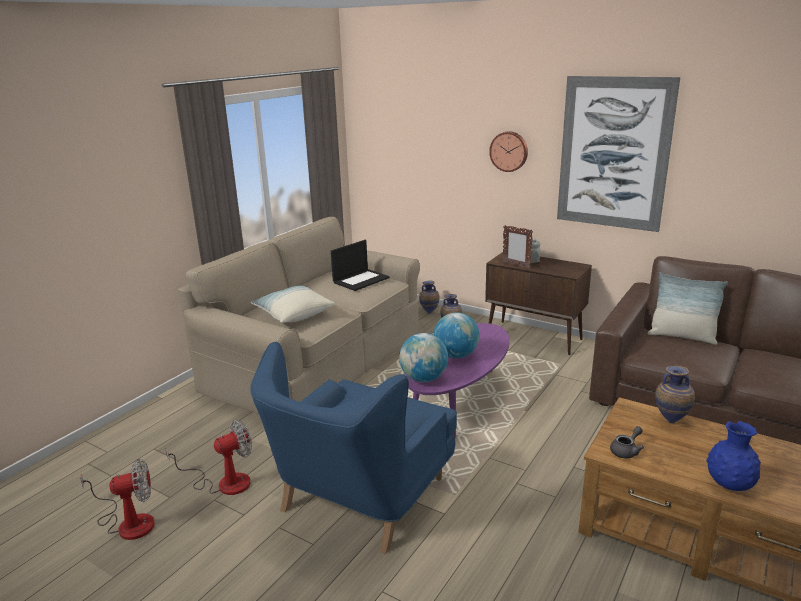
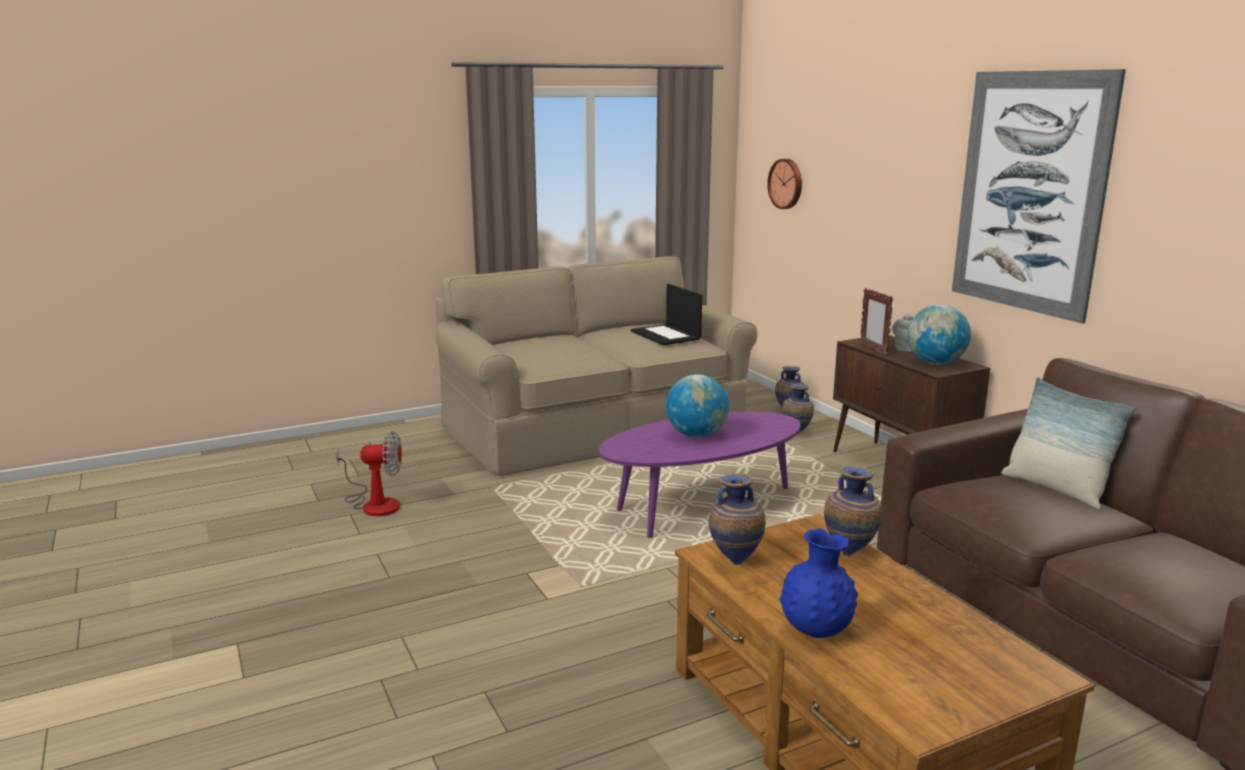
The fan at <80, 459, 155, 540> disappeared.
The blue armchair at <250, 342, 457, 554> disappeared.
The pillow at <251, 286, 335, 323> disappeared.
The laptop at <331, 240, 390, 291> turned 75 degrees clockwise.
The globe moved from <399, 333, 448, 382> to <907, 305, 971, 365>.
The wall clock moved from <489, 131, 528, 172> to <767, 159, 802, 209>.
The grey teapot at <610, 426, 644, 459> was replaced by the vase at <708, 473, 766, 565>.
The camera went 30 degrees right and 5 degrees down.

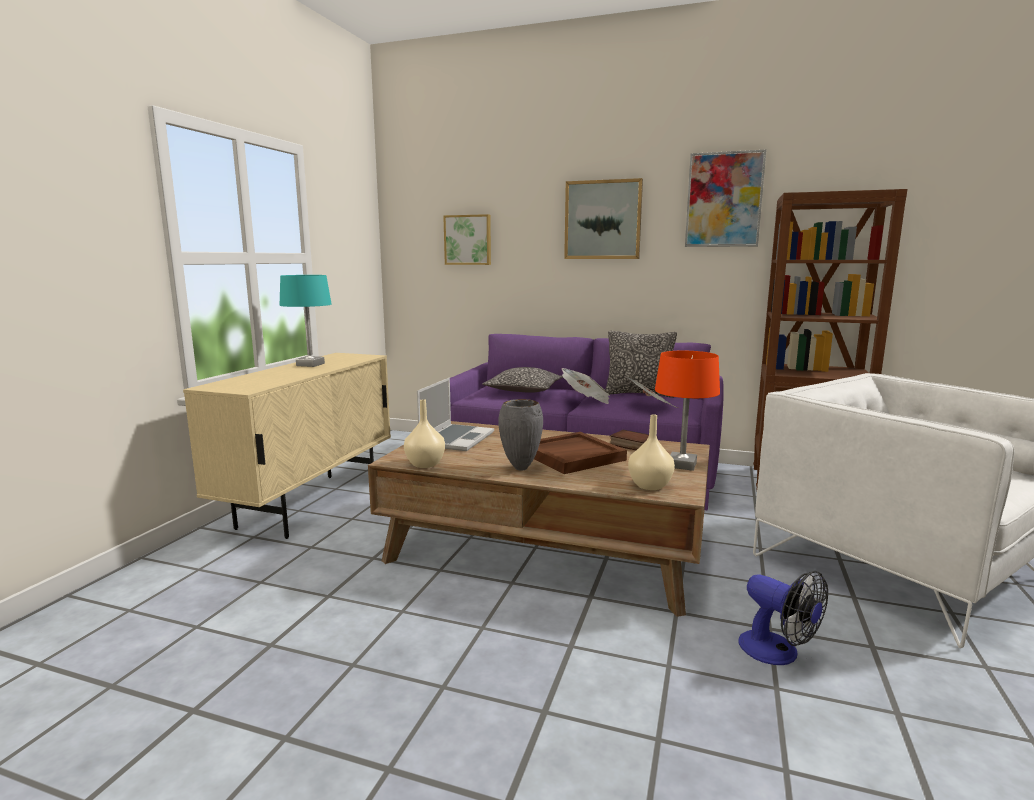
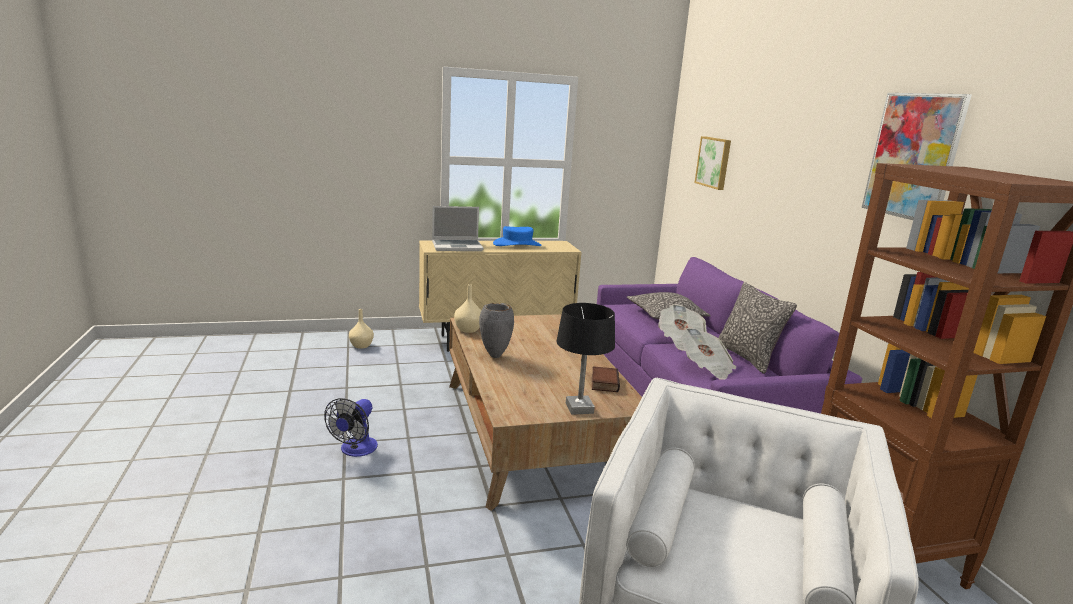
The turquoise table lamp at <280, 275, 332, 367> was replaced by the blue hat at <493, 226, 541, 246>.
The laptop moved from <417, 378, 494, 451> to <432, 206, 483, 251>.
The brown tray at <534, 432, 627, 474> disappeared.
The picture at <564, 178, 643, 259> disappeared.
The beige vase moved from <628, 414, 675, 490> to <349, 309, 374, 349>.
The orange table lamp at <655, 351, 720, 471> became the black table lamp at <556, 303, 615, 415>.
The fan moved from <738, 571, 828, 665> to <324, 398, 378, 457>.
The camera went 55 degrees right and 5 degrees up.

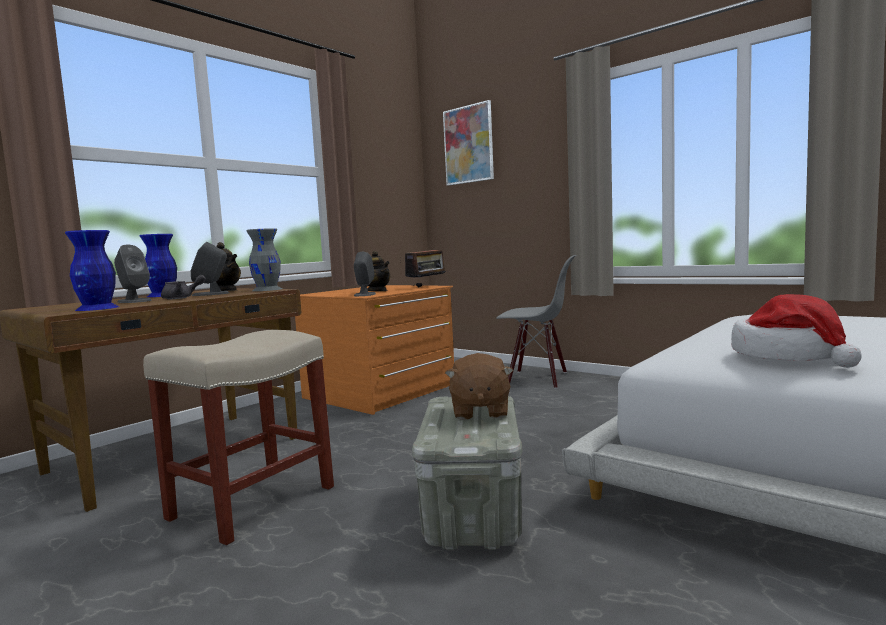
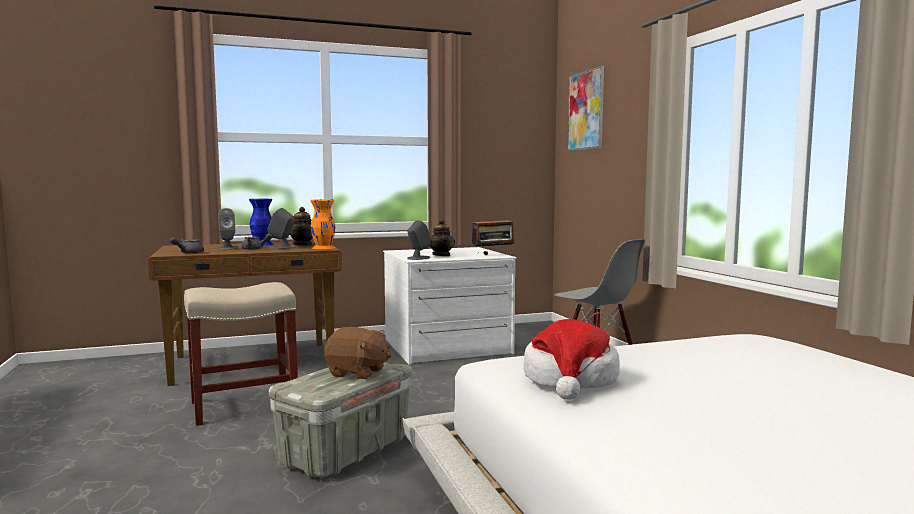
The blue vase at <65, 230, 119, 311> was replaced by the grey teapot at <170, 237, 204, 254>.
The grey vase at <247, 228, 282, 291> became the orange vase at <310, 200, 335, 249>.
The orange dresser at <295, 285, 454, 415> became the white dresser at <383, 247, 517, 364>.
The brown plush toy at <445, 353, 514, 420> turned 105 degrees counterclockwise.
The camera went 30 degrees right and 0 degrees up.

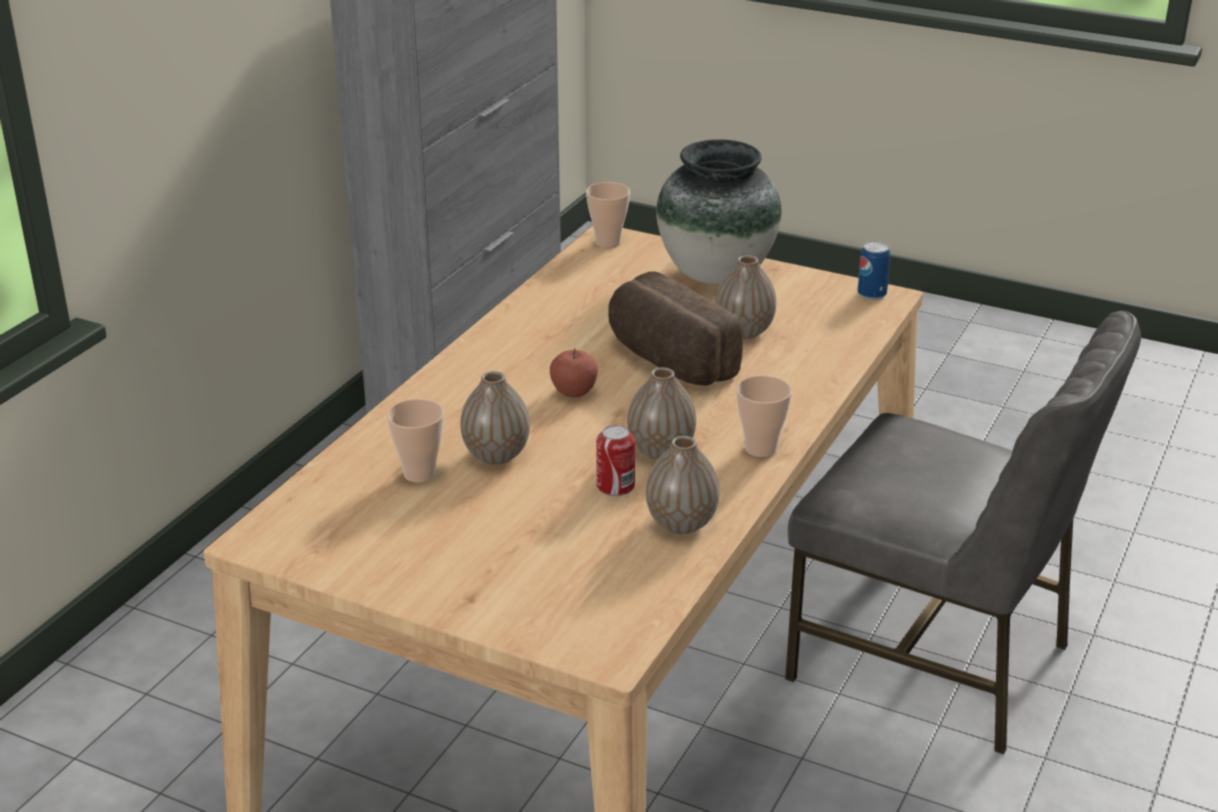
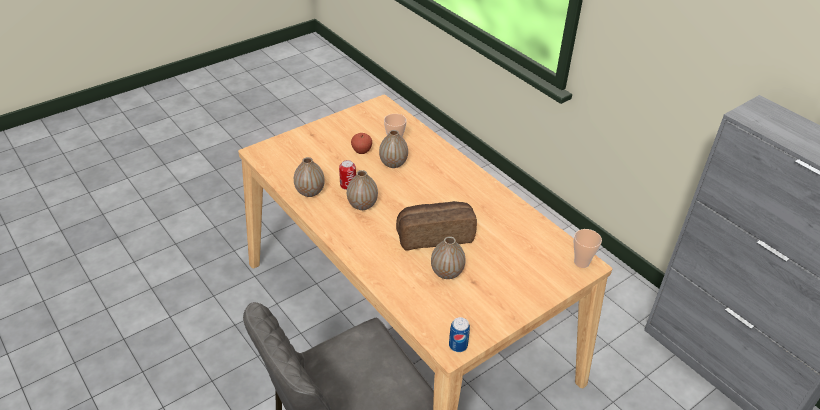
The apple moved from <550, 348, 598, 398> to <351, 133, 372, 154>.
The vase at <656, 139, 782, 285> disappeared.
The cup at <736, 375, 792, 457> disappeared.
The camera went 115 degrees right and 10 degrees up.

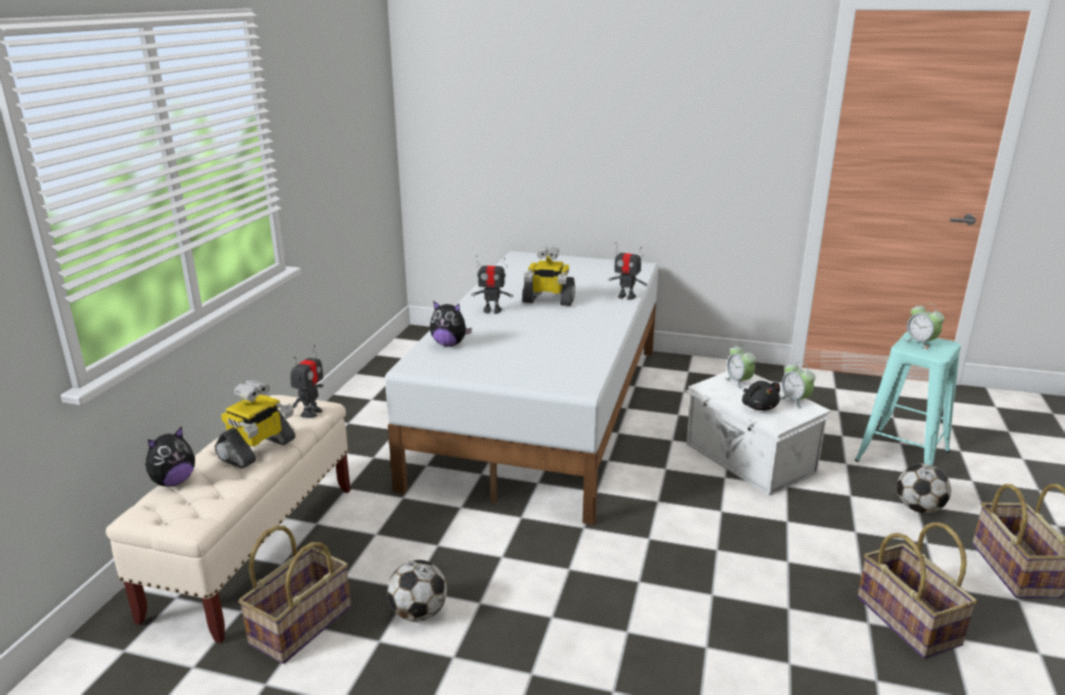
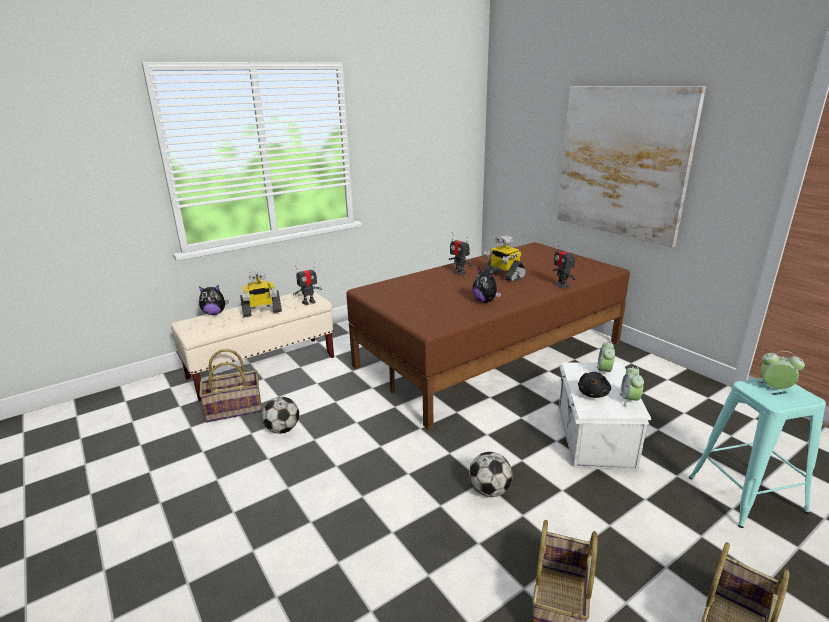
The white bed at <385, 251, 658, 525> became the brown bed at <346, 242, 630, 430>.
The plush toy moved from <430, 301, 472, 347> to <472, 268, 501, 303>.
The football moved from <897, 464, 951, 513> to <469, 452, 512, 497>.
The alarm clock at <904, 303, 945, 350> turned 105 degrees clockwise.
The picture at <557, 86, 706, 247> appeared.
The camera went 40 degrees right and 0 degrees up.

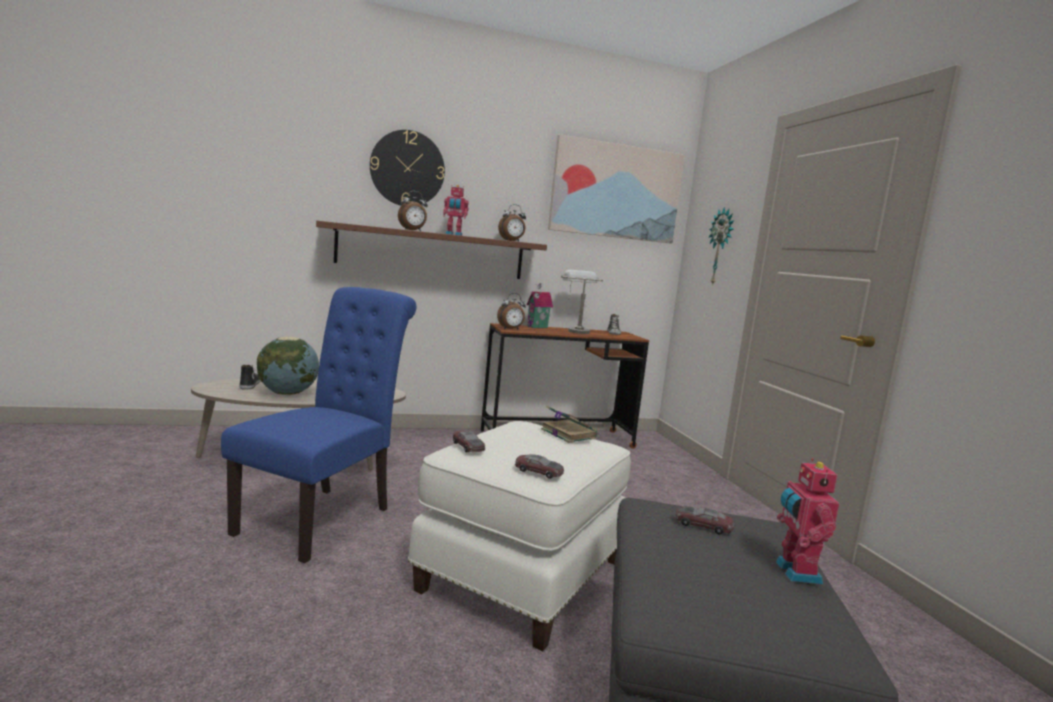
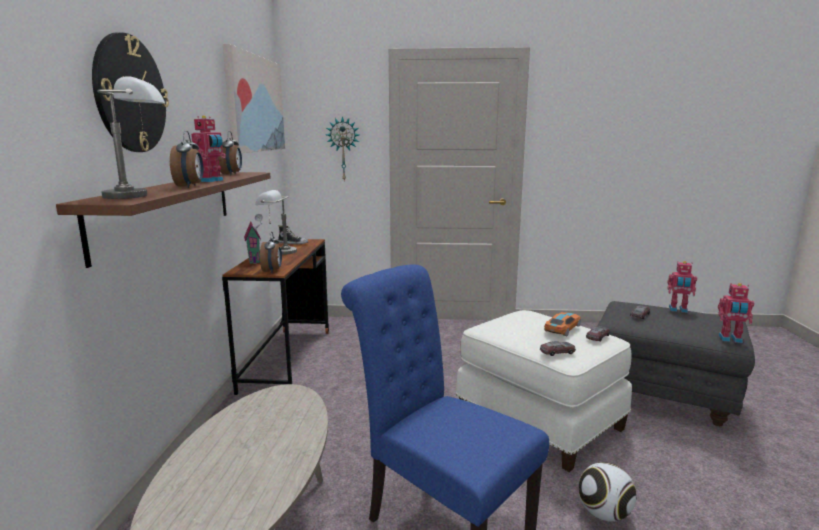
The shoe at <239, 365, 261, 390> disappeared.
The globe at <257, 337, 319, 395> disappeared.
The book at <541, 406, 597, 443> disappeared.
The grey table lamp at <97, 76, 165, 199> appeared.
The toy car at <544, 312, 581, 336> appeared.
The football at <578, 462, 636, 522> appeared.
The toy robot at <718, 283, 754, 343> appeared.
The camera went 70 degrees left and 5 degrees up.

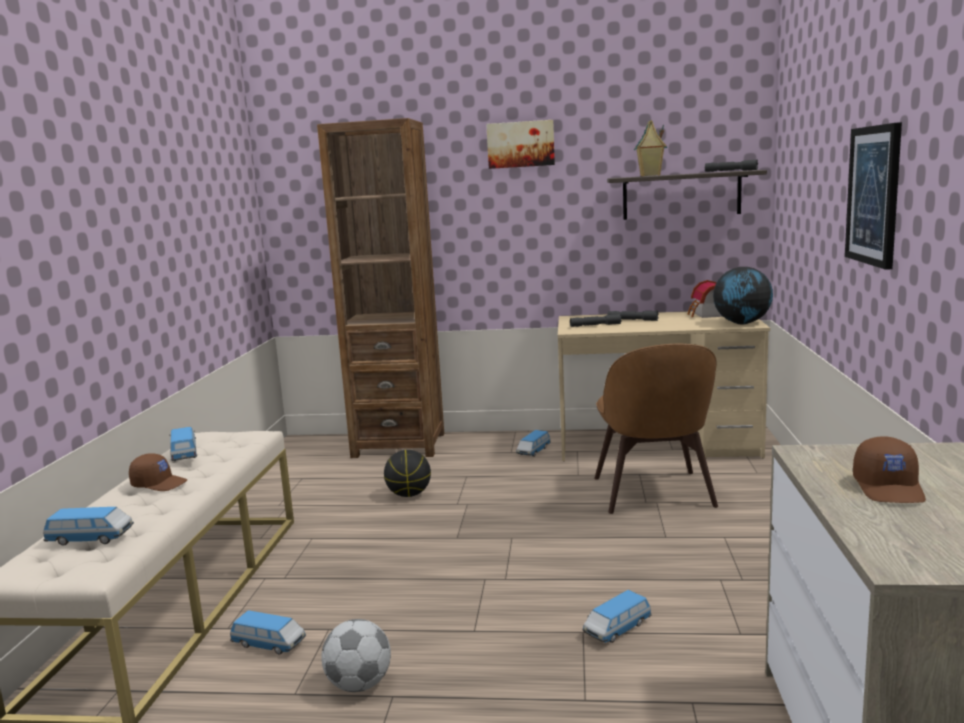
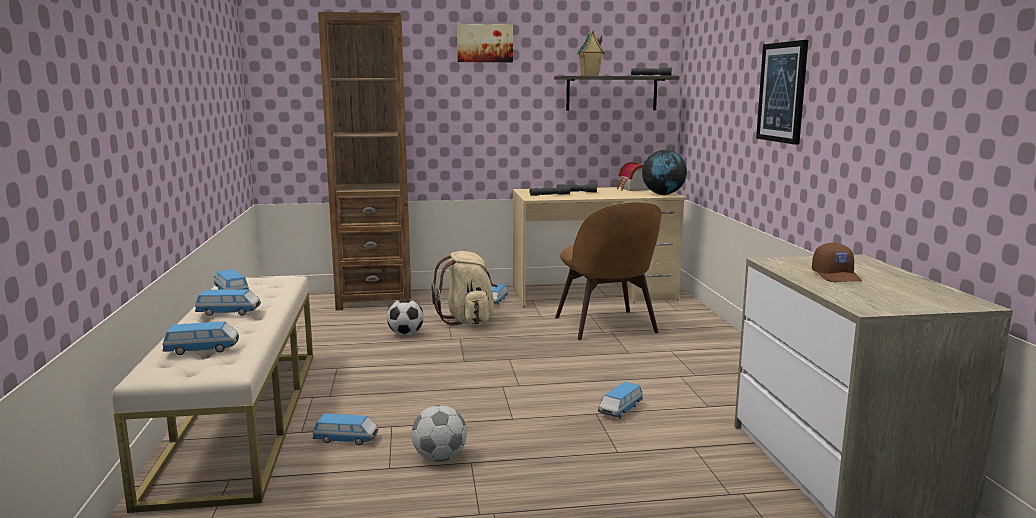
The brown cap at <129, 453, 187, 491> was replaced by the toy car at <195, 289, 261, 316>.
The basketball at <384, 450, 431, 497> was replaced by the football at <387, 299, 424, 335>.
The beige backpack at <431, 251, 498, 326> appeared.
The camera went 15 degrees left and 0 degrees up.

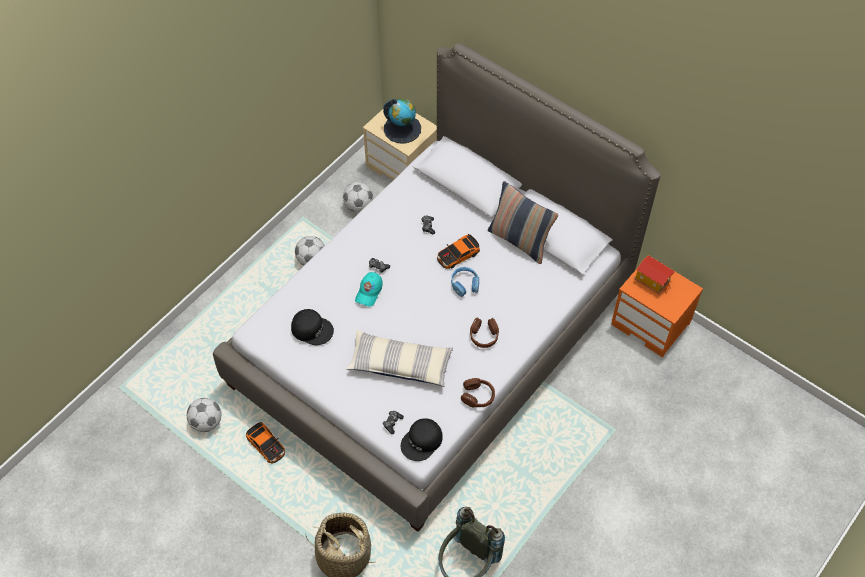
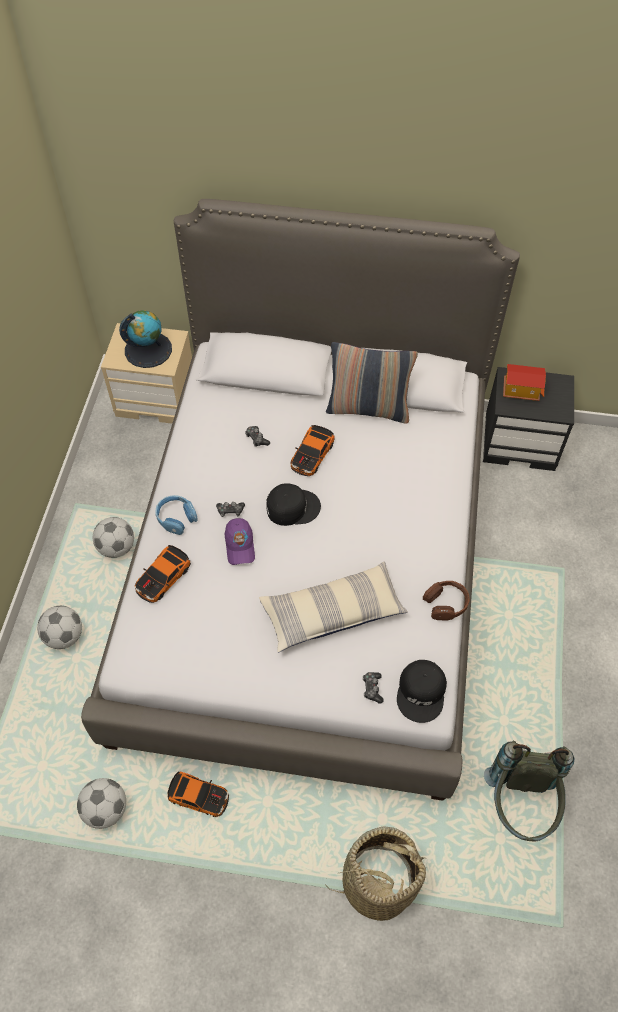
The black cap moved from <291, 309, 334, 345> to <266, 483, 321, 526>.
The football moved from <343, 182, 373, 212> to <37, 606, 82, 649>.
The turquoise cap at <355, 272, 383, 307> became the purple cap at <225, 518, 255, 565>.
The blue headphones moved from <451, 267, 479, 297> to <155, 495, 198, 535>.
The brown headphones at <470, 317, 499, 348> disappeared.
The orange nightstand at <611, 256, 703, 357> became the black nightstand at <483, 367, 574, 471>.
The toy car at <135, 545, 191, 603> appeared.
The camera went 30 degrees left and 0 degrees up.

